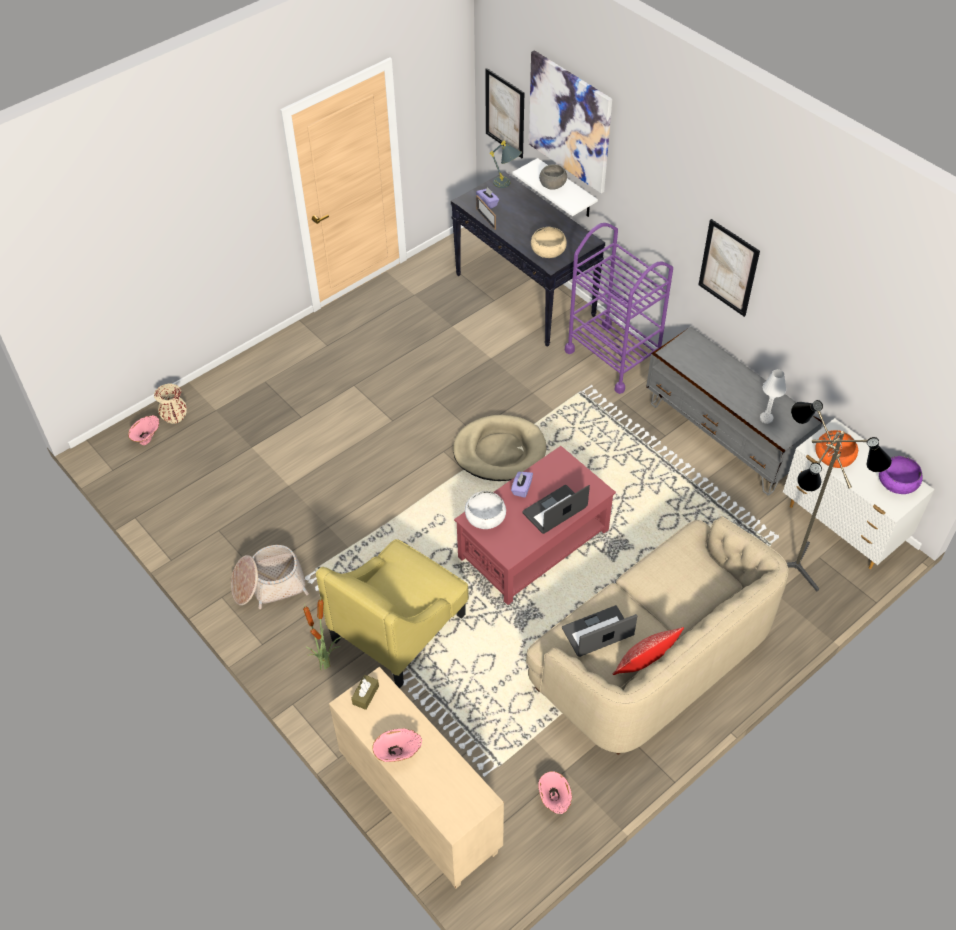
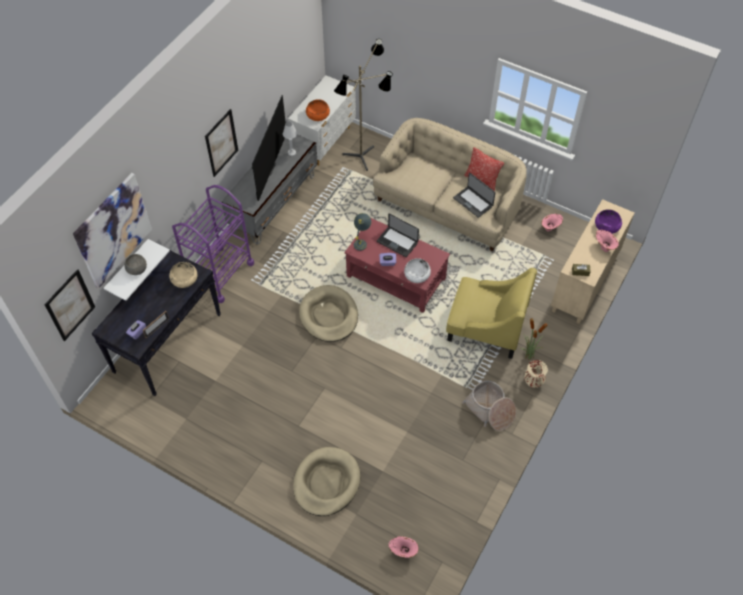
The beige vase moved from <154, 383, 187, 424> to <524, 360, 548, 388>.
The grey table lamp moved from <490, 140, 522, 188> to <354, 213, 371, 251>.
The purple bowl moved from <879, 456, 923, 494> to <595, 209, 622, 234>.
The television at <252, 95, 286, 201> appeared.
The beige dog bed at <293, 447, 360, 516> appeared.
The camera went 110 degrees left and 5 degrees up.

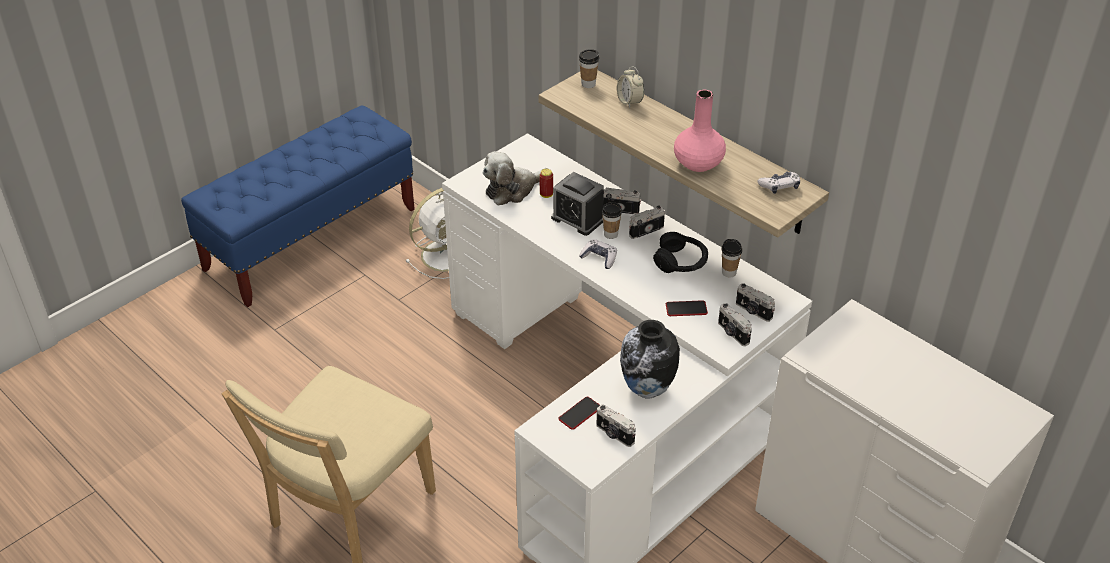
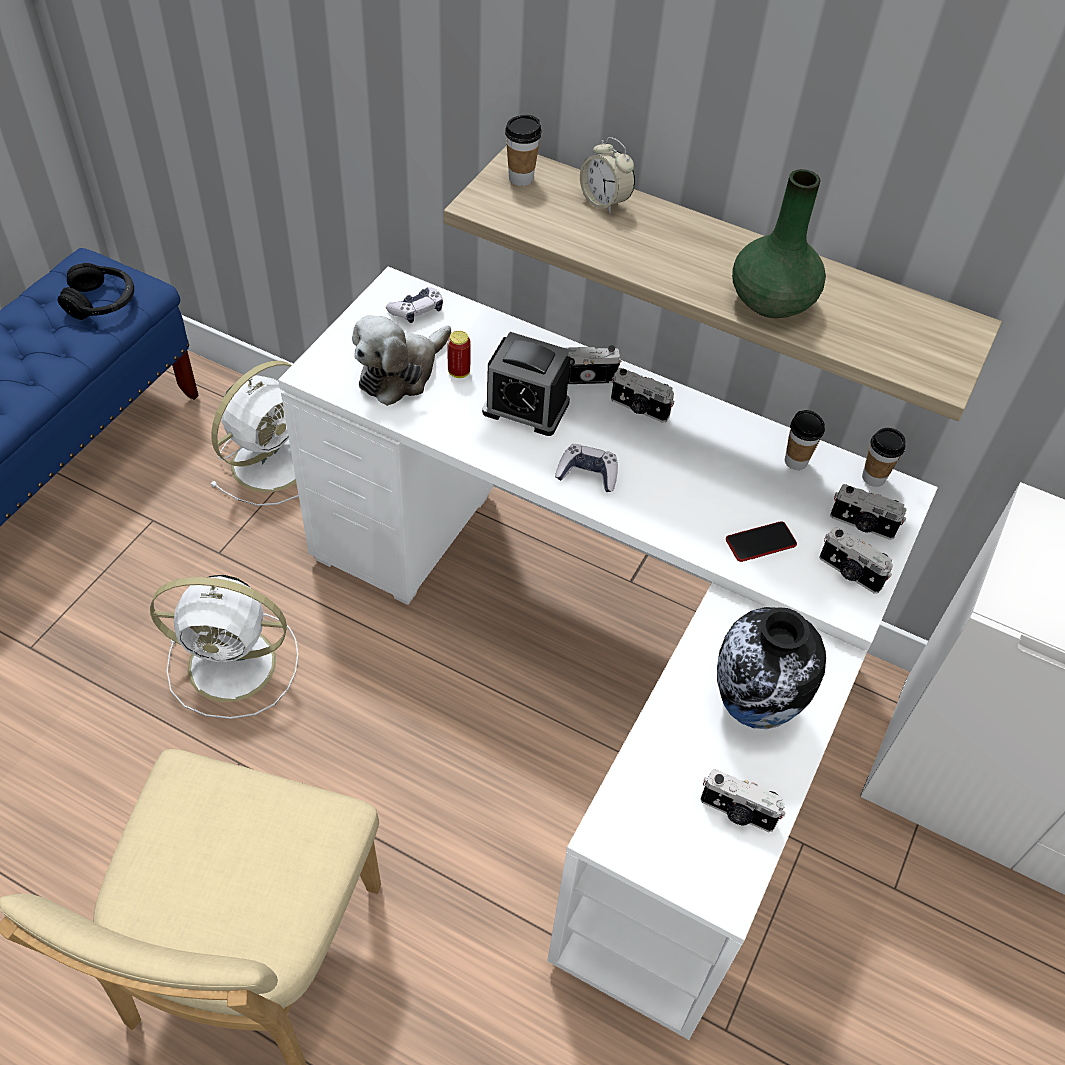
The phone at <558, 397, 600, 430> disappeared.
The cup moved from <602, 202, 622, 239> to <862, 428, 905, 487>.
The photo camera at <629, 205, 665, 239> turned 105 degrees counterclockwise.
The black headphones moved from <653, 232, 708, 273> to <58, 263, 134, 320>.
The pink vase at <674, 90, 726, 172> became the green vase at <732, 169, 826, 318>.
The game controller moved from <757, 172, 800, 194> to <386, 287, 443, 323>.
The white fan at <150, 575, 299, 719> appeared.
The camera went 20 degrees left and 10 degrees up.

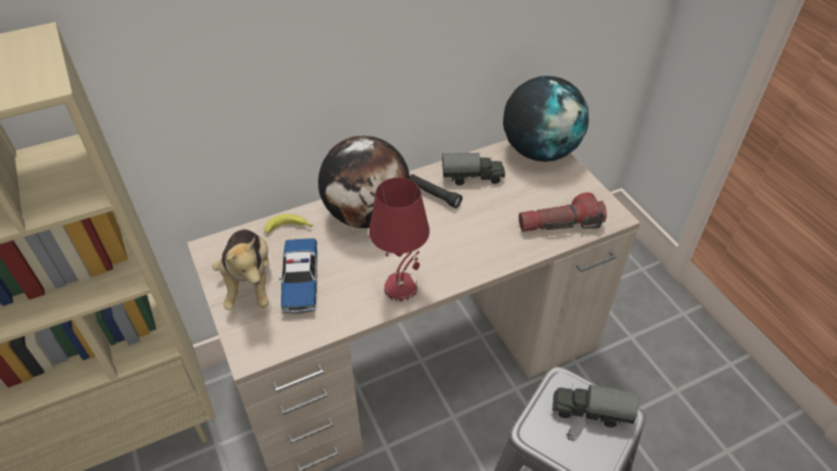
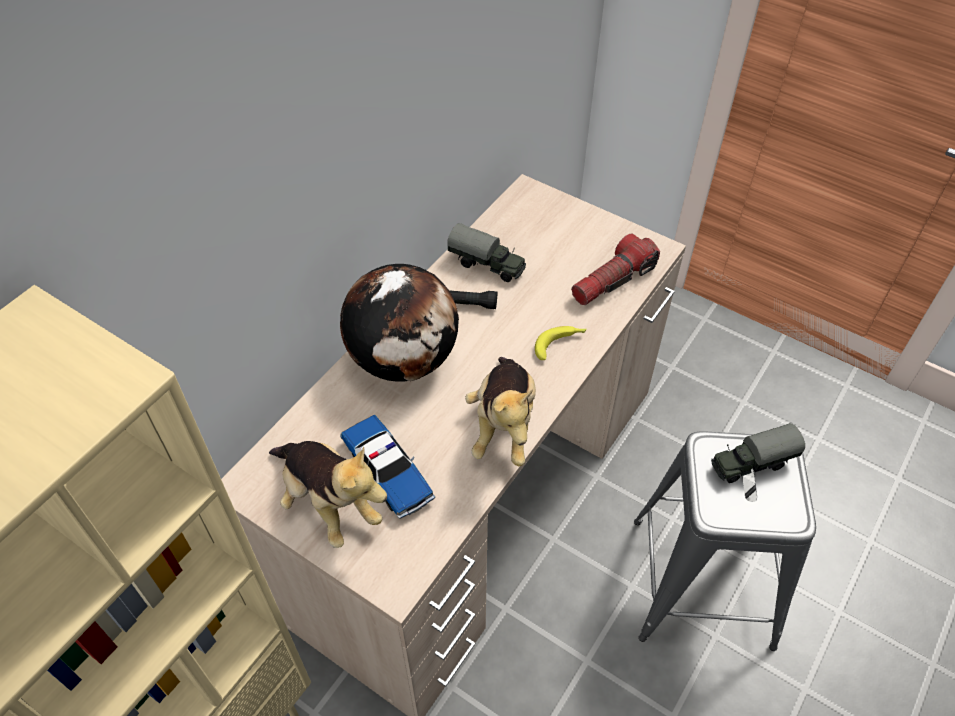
The banana moved from <265, 214, 314, 233> to <535, 326, 587, 360>.
The red table lamp at <369, 177, 430, 301> was replaced by the plush toy at <465, 357, 536, 466>.
The toy truck at <442, 153, 505, 186> turned 60 degrees clockwise.
The globe at <503, 76, 589, 162> disappeared.
The camera went 30 degrees left and 5 degrees up.

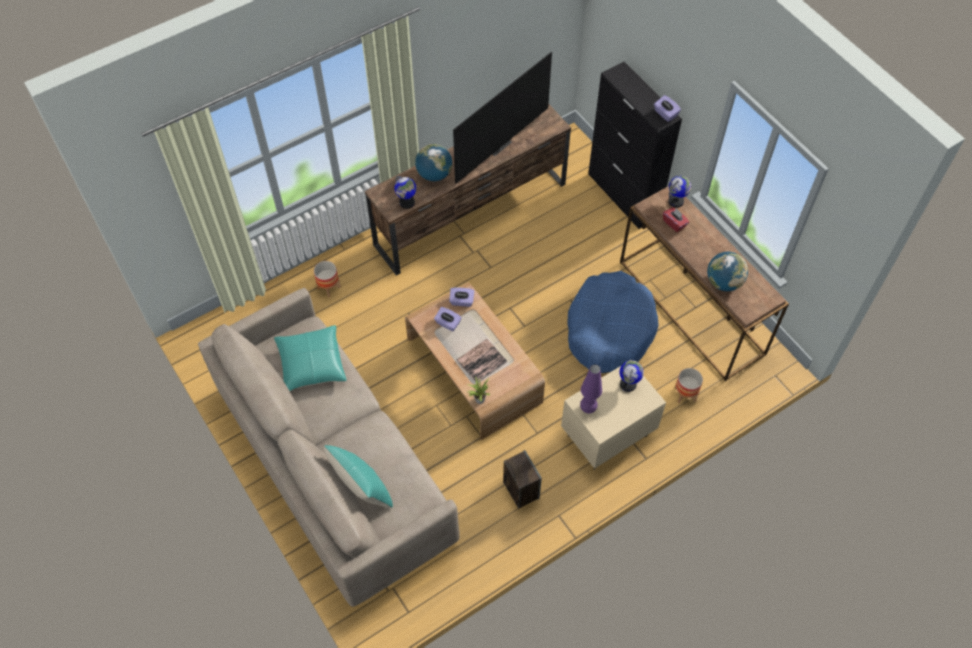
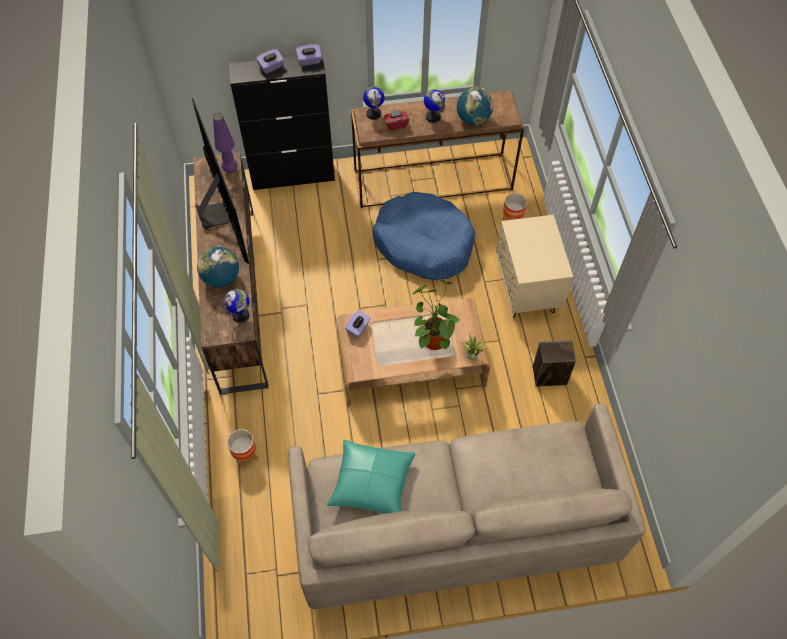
The turquoise pillow at <324, 445, 393, 508> disappeared.
The purple tissue box moved from <434, 307, 462, 331> to <256, 49, 284, 74>.
The book at <457, 339, 507, 383> was replaced by the potted plant at <412, 278, 460, 350>.
The purple table lamp moved from <580, 364, 602, 413> to <213, 113, 238, 173>.
The globe moved from <619, 360, 644, 392> to <424, 89, 445, 123>.
The camera went 65 degrees left and 0 degrees up.

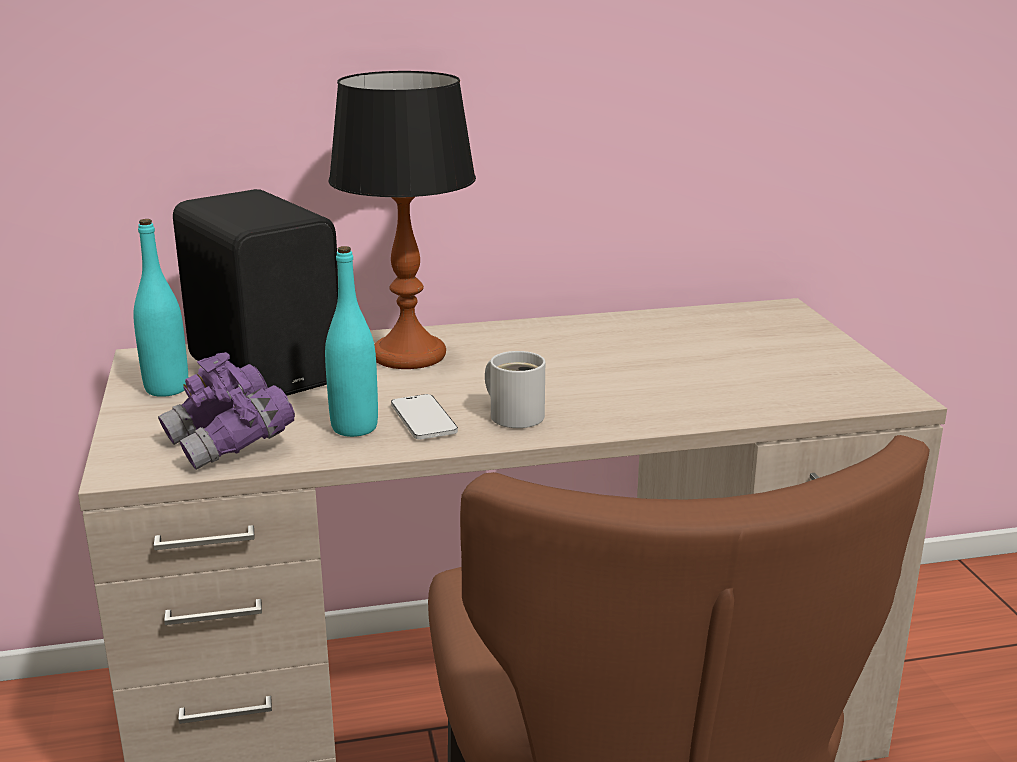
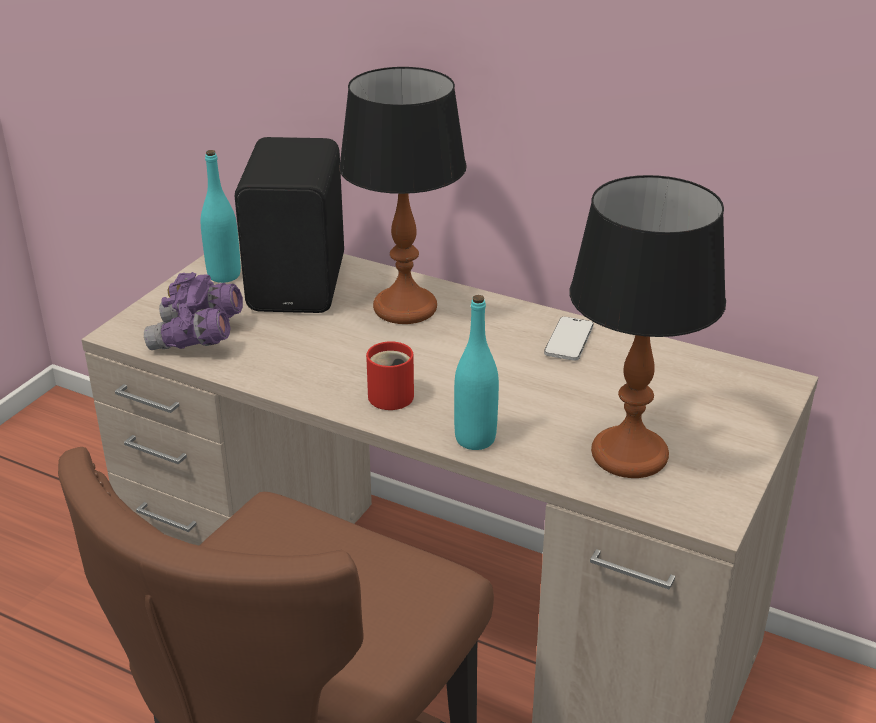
The turquoise bottle moved from <325, 246, 378, 437> to <454, 295, 499, 450>.
The phone moved from <391, 394, 458, 440> to <544, 317, 594, 361>.
The white mug at <485, 351, 545, 428> became the red mug at <366, 341, 414, 410>.
The table lamp at <569, 175, 726, 478> appeared.
The camera went 40 degrees right and 10 degrees up.

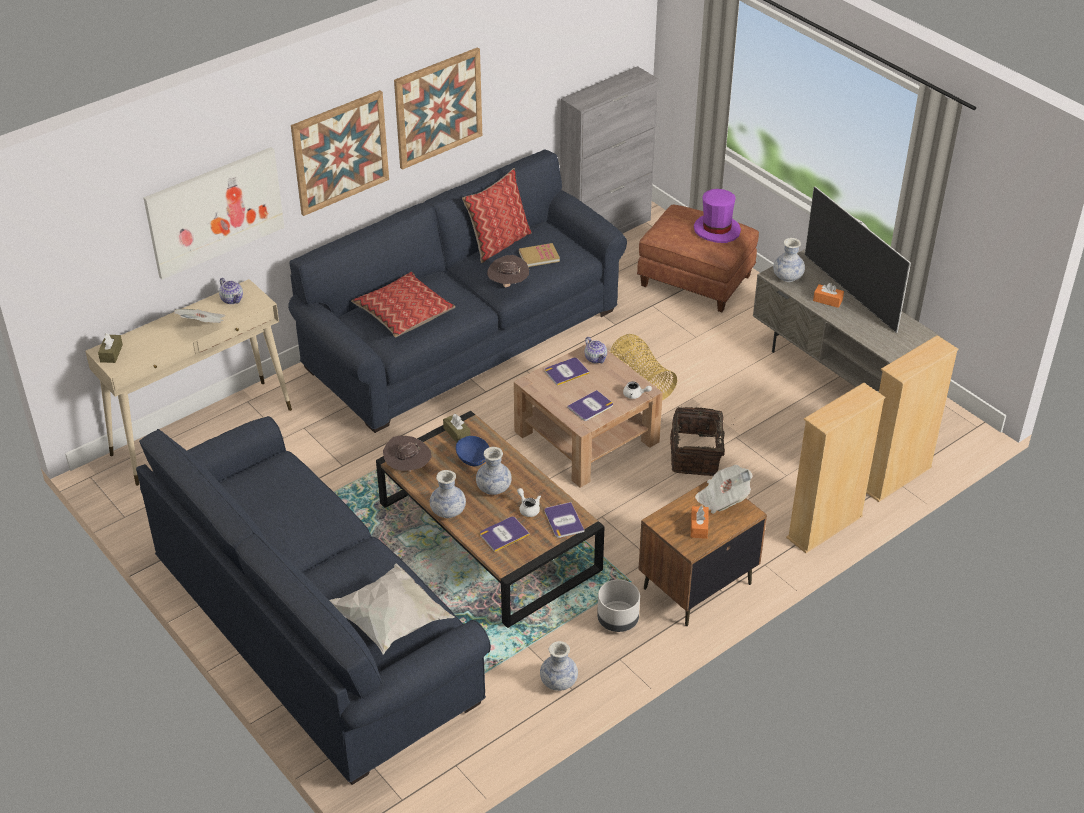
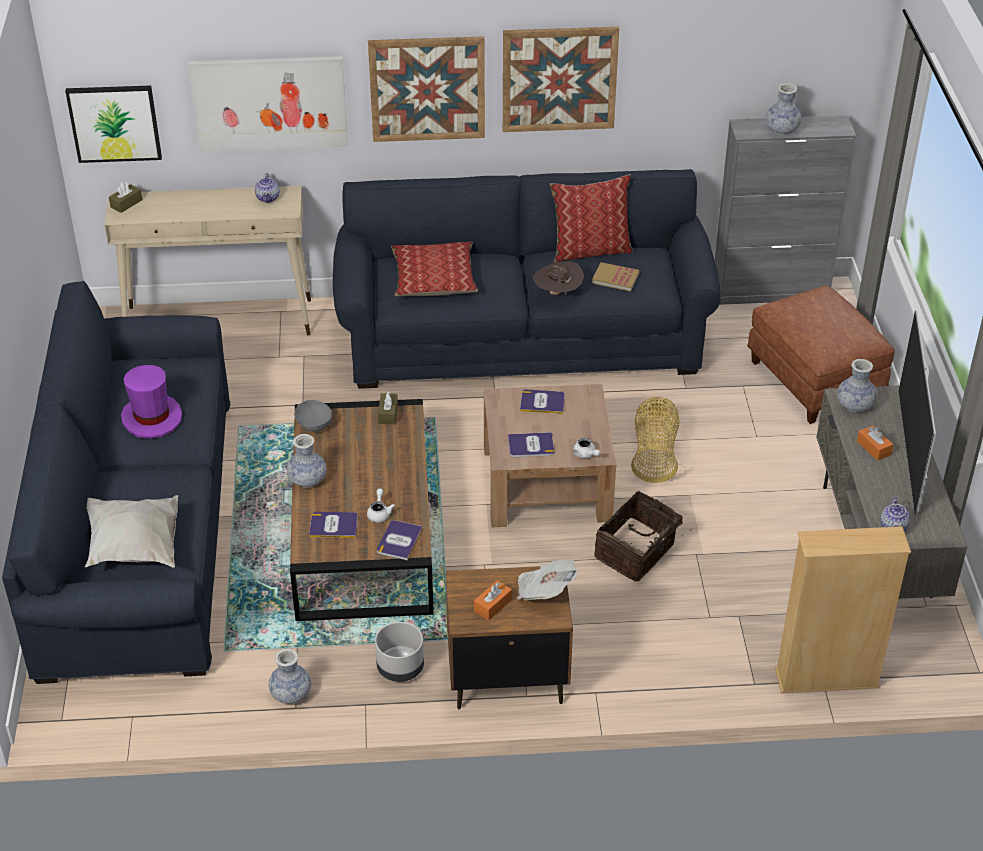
The newspaper at <174, 309, 225, 323> disappeared.
The brown hat at <383, 436, 432, 472> was replaced by the grey bowl at <294, 400, 332, 432>.
The blue bowl at <456, 436, 489, 466> disappeared.
The vase moved from <476, 447, 512, 495> to <765, 83, 802, 135>.
The teapot moved from <585, 337, 607, 363> to <880, 497, 910, 531>.
The purple hat moved from <694, 189, 741, 243> to <121, 365, 182, 439>.
The beige bookcase at <786, 383, 885, 553> disappeared.
The picture at <65, 85, 162, 163> appeared.
The camera went 35 degrees right and 0 degrees up.

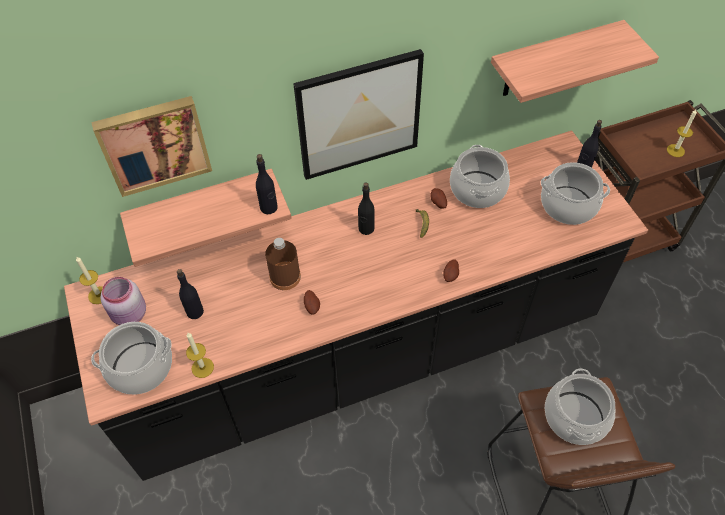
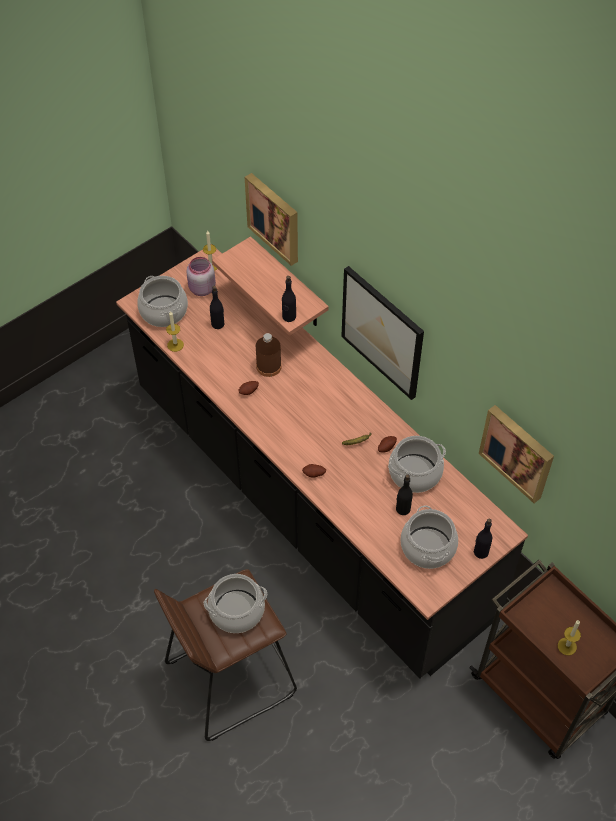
The black bottle moved from <358, 182, 375, 235> to <396, 474, 413, 515>.
The shelf at <491, 20, 659, 103> was replaced by the picture at <479, 405, 554, 503>.
The camera went 70 degrees right and 0 degrees up.

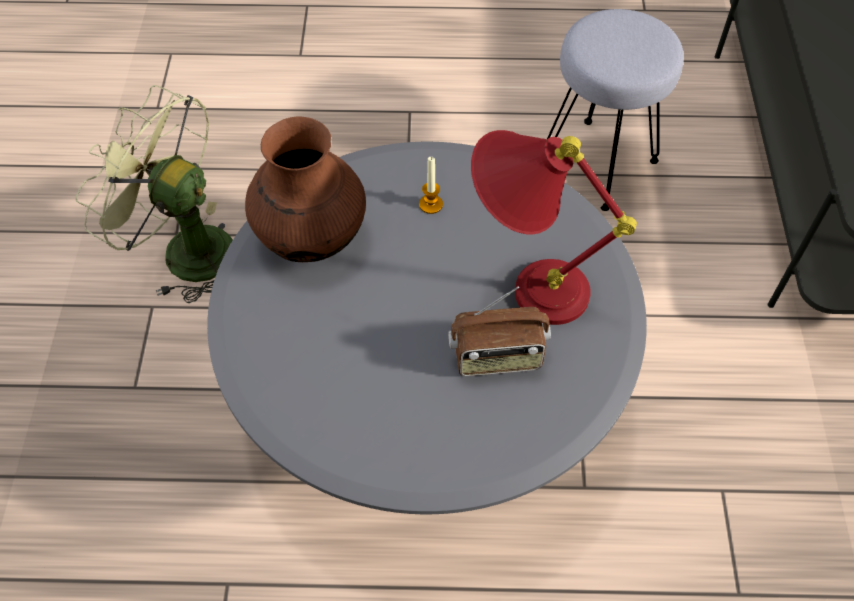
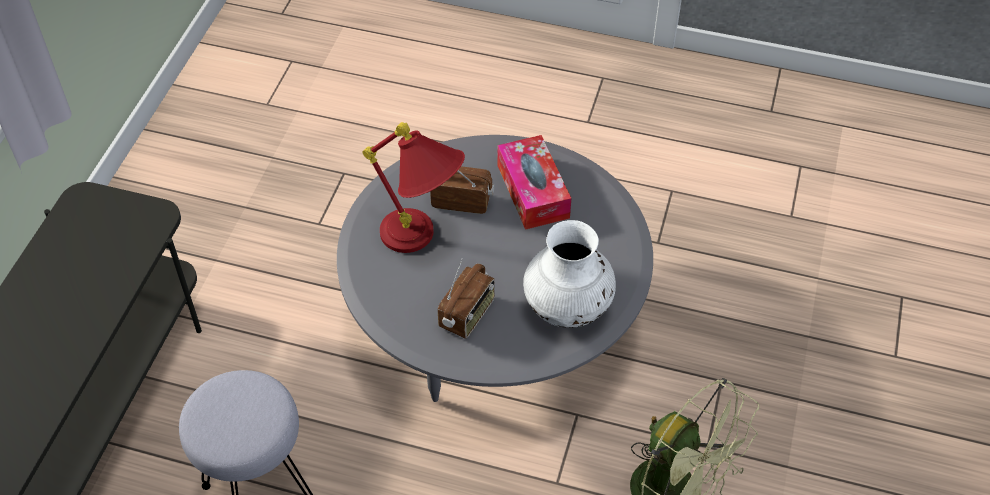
The brown vase at <245, 117, 366, 262> became the white vase at <523, 220, 616, 328>.
The candle at <419, 157, 443, 214> was replaced by the radio at <438, 258, 495, 339>.
The tissue box at <497, 135, 571, 230> appeared.
The camera went 165 degrees left and 5 degrees down.

